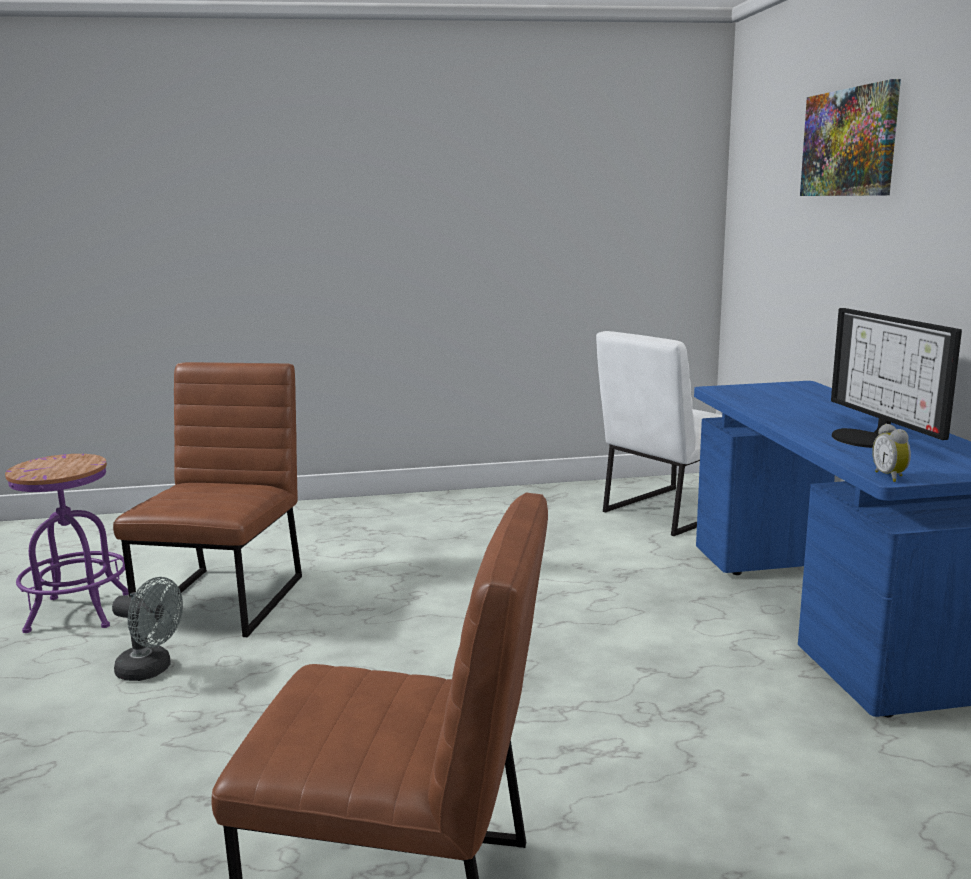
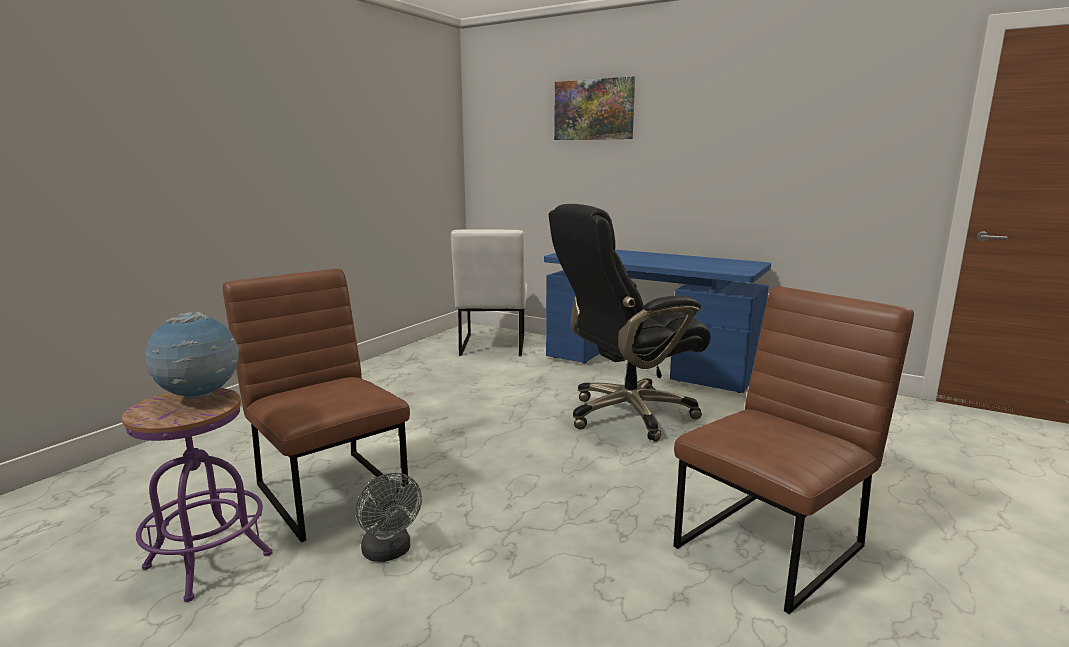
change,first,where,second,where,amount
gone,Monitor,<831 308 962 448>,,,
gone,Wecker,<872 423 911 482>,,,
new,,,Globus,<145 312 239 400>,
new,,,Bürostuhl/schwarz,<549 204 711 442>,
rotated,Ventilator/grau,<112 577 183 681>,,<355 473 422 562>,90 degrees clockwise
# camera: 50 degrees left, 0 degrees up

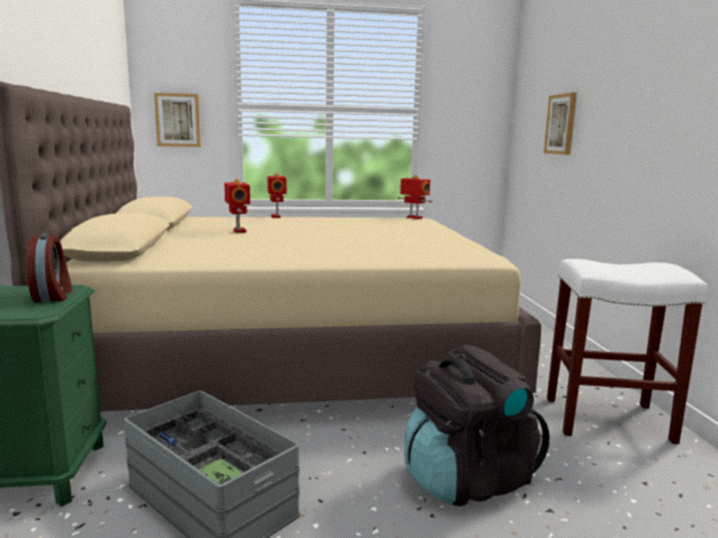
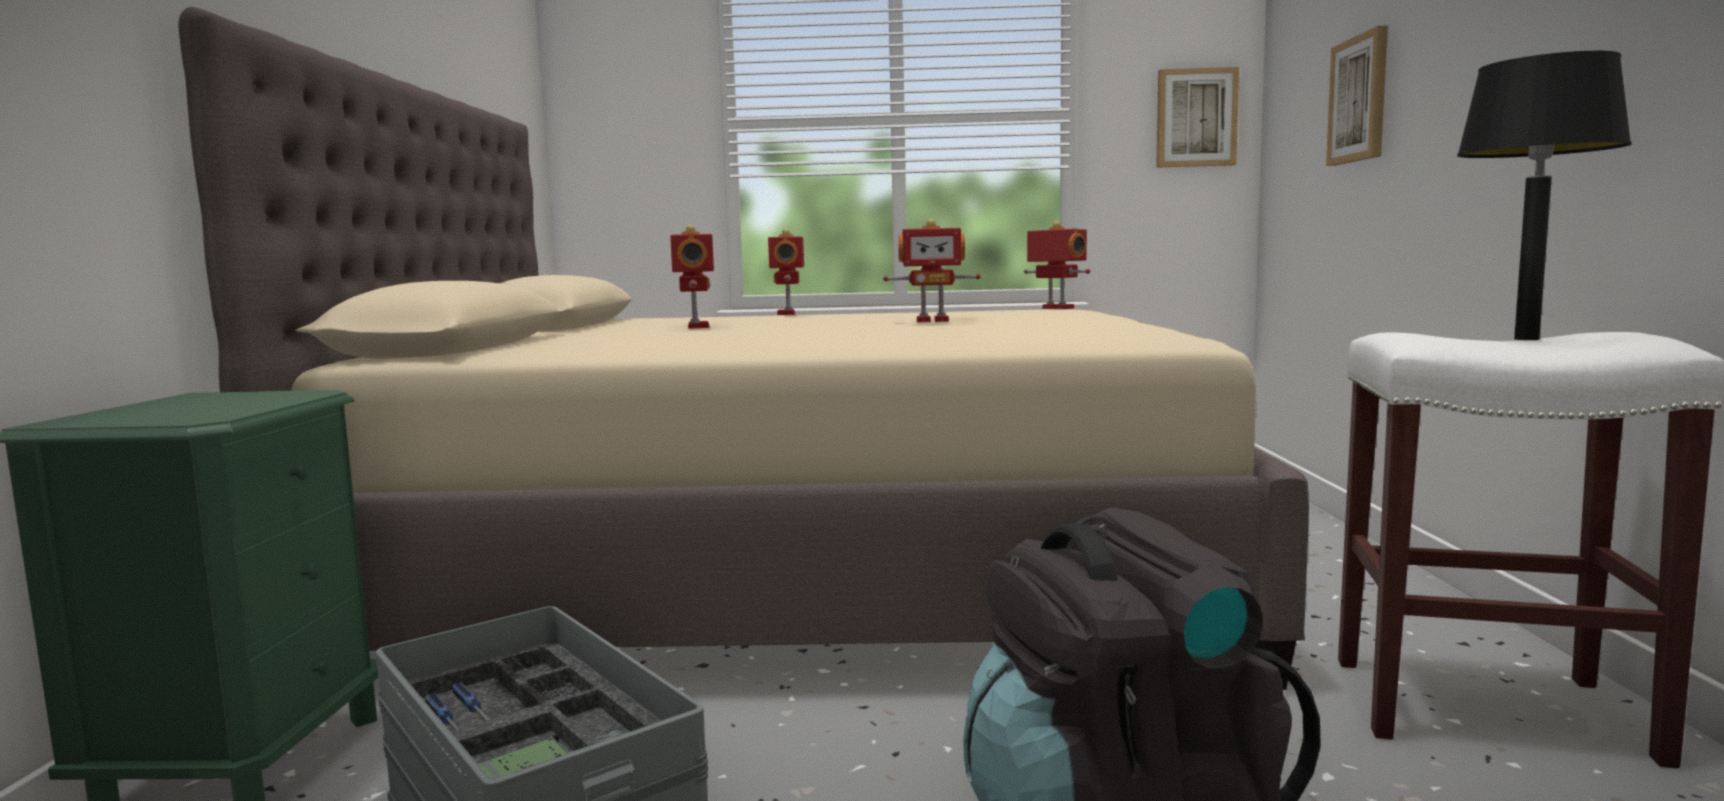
change,first,where,second,where,amount
gone,Wecker,<26 233 73 302>,,,
new,,,Spielzeugroboter,<883 219 981 322>,
new,,,Tischlampe/schwarz,<1457 51 1632 340>,
shifted,Bild,<154 93 201 147>,,<1156 67 1239 168>,
# camera: 10 degrees right, 5 degrees down

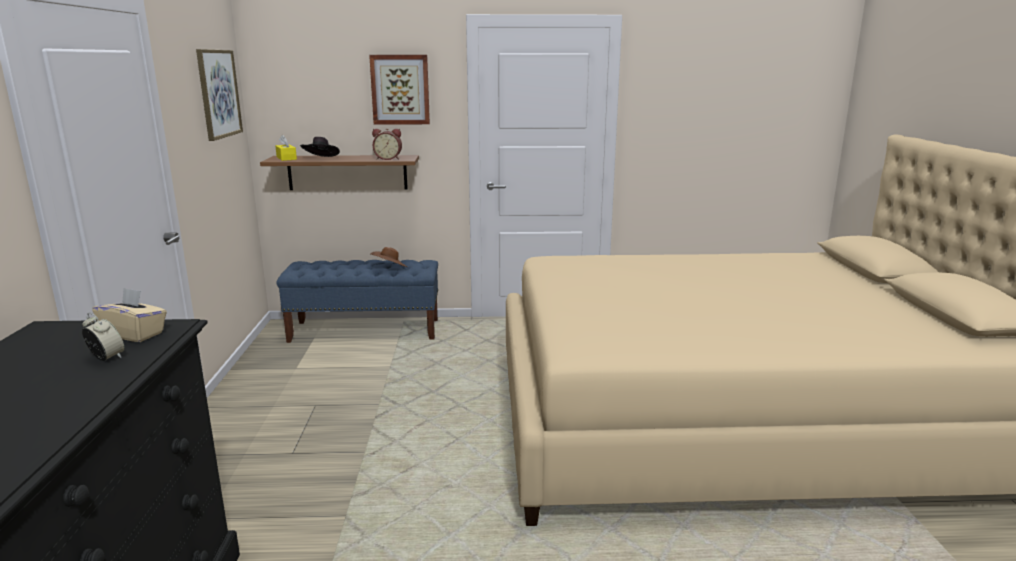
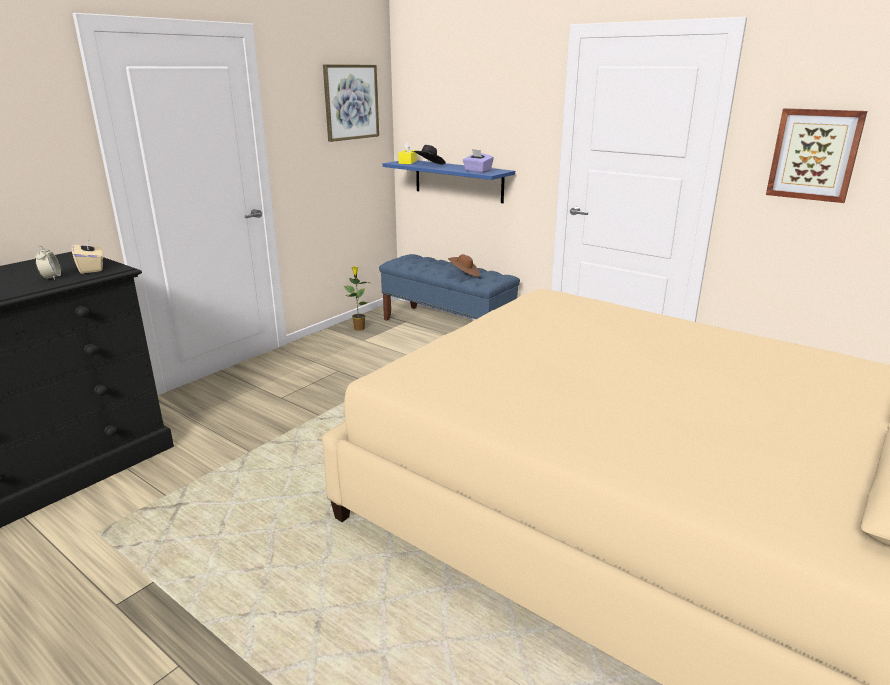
change,first,where,second,where,amount
new,,,Topfpflanze,<344 266 371 331>,
shifted,Bild,<369 55 430 125>,,<766 108 867 203>,
swapped,Wecker,<372 129 402 160>,Taschentuchbox/lila,<463 149 494 173>,
repainted,Wandregal/braun,<260 155 419 190>,Wandregal/blau,<383 160 515 203>,
# camera: 40 degrees right, 5 degrees up

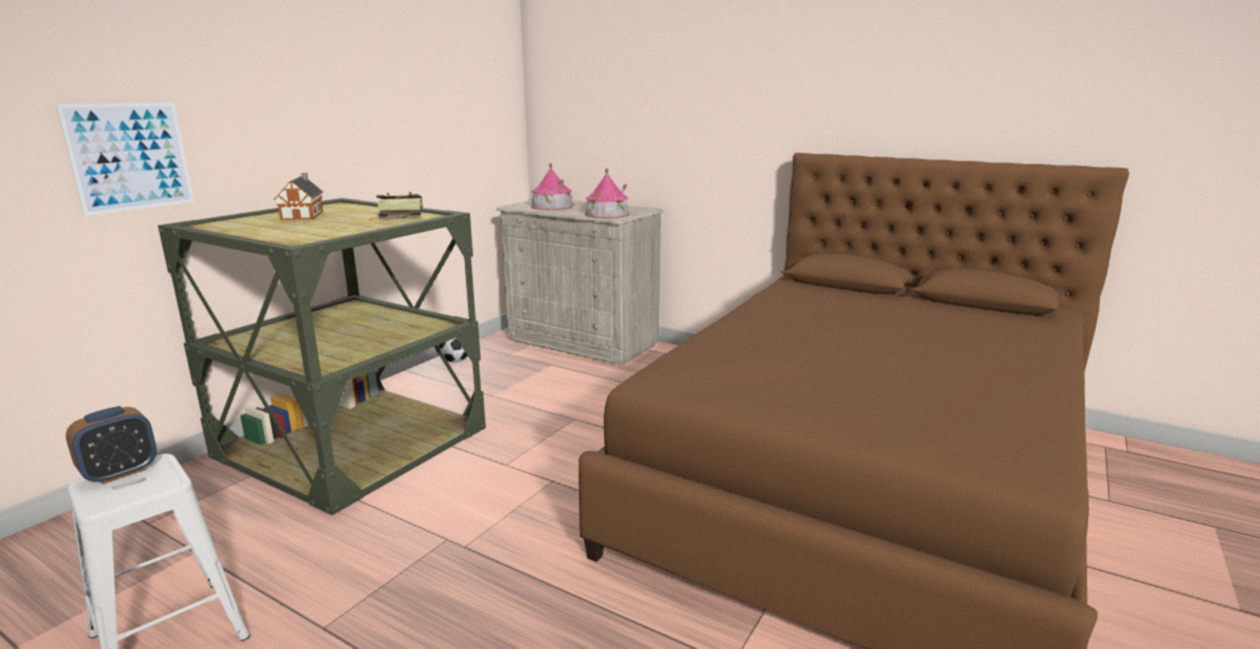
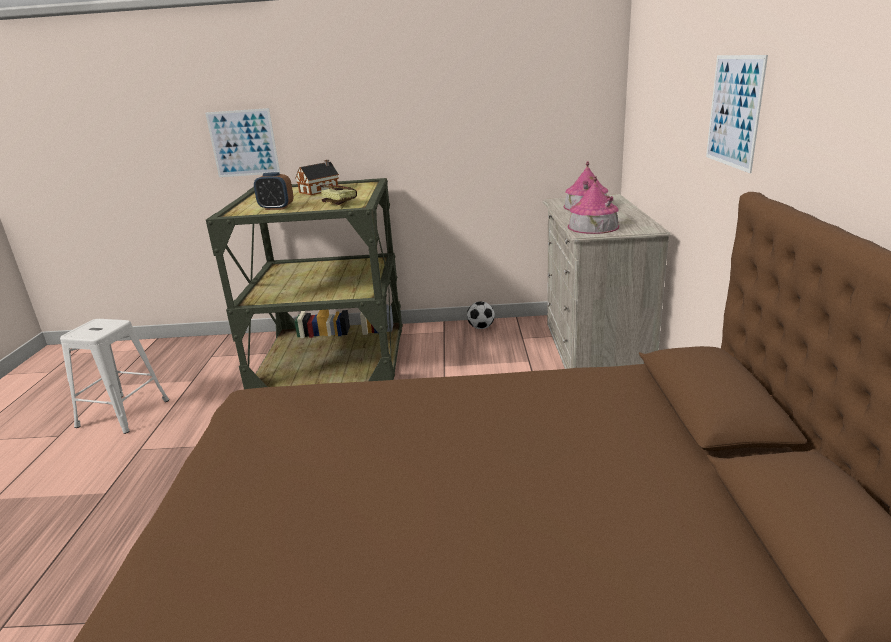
change,first,where,second,where,amount
new,,,Bild,<706 55 768 173>,
shifted,Wecker,<66 406 157 484>,,<254 172 293 210>,
# camera: 60 degrees right, 5 degrees up

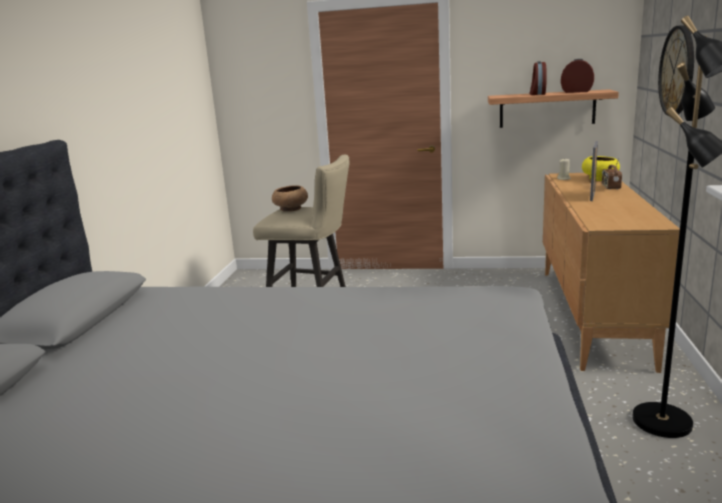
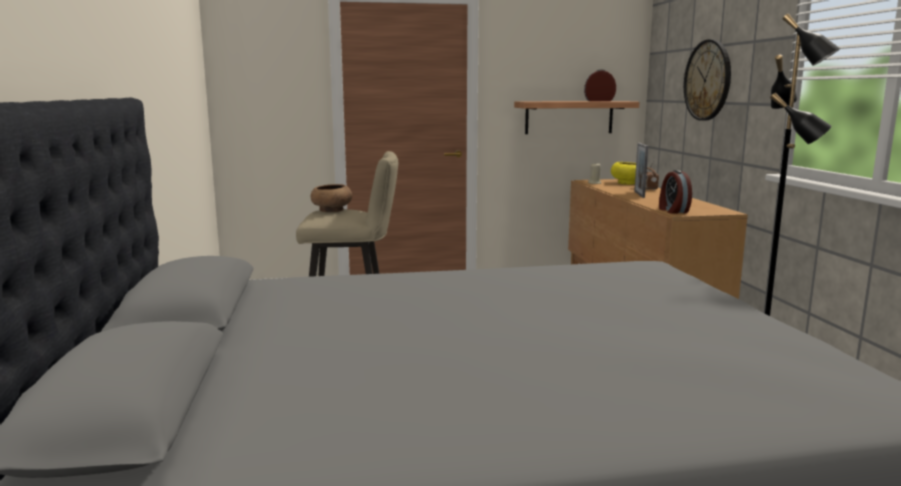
change,first,where,second,where,amount
shifted,Wecker,<529 61 547 95>,,<659 170 692 214>,
# camera: 20 degrees left, 5 degrees down

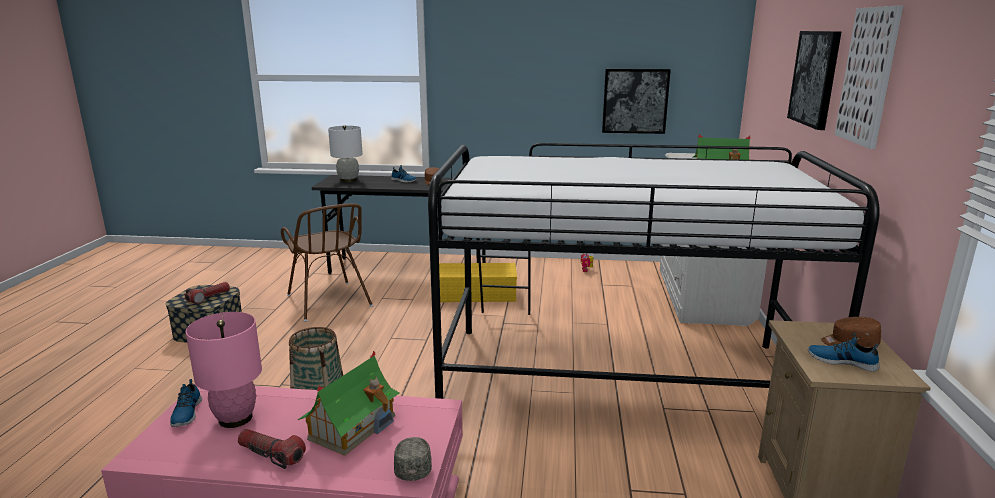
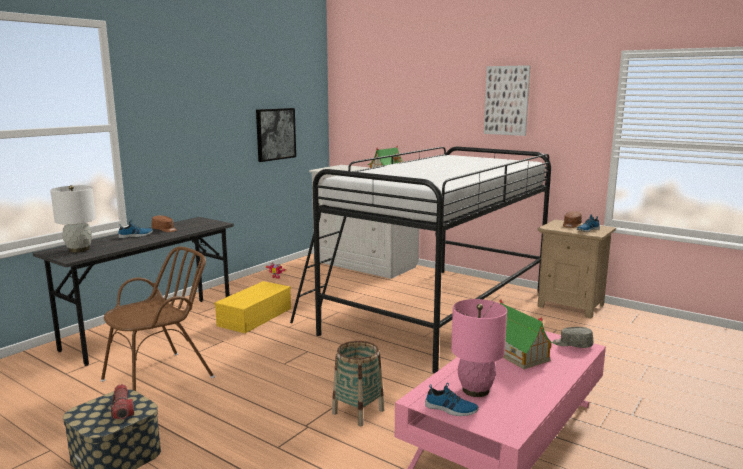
change,first,where,second,where,amount
gone,Taschenlampe,<238 429 306 469>,,,
gone,Bild,<787 31 842 130>,,,
rotated,Stuhl/braun,<281 204 373 322>,,<100 247 215 391>,45 degrees counterclockwise
# camera: 60 degrees left, 5 degrees down

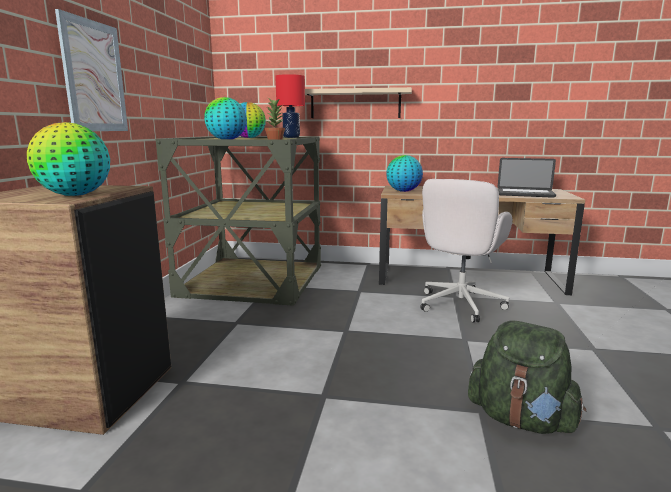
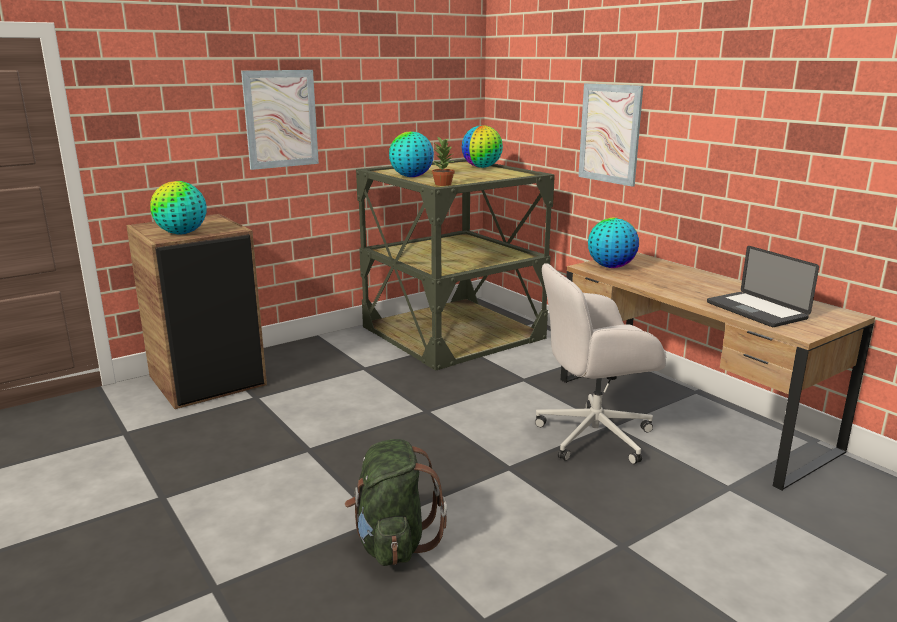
change,first,where,second,where,amount
gone,Tischlampe/rot,<275 74 305 138>,,,
swapped,Wandregal/beige,<305 87 412 118>,Bild,<578 83 643 187>,
# camera: 45 degrees right, 5 degrees up

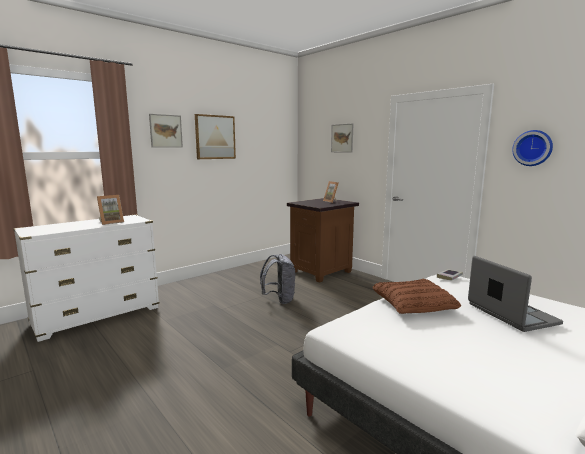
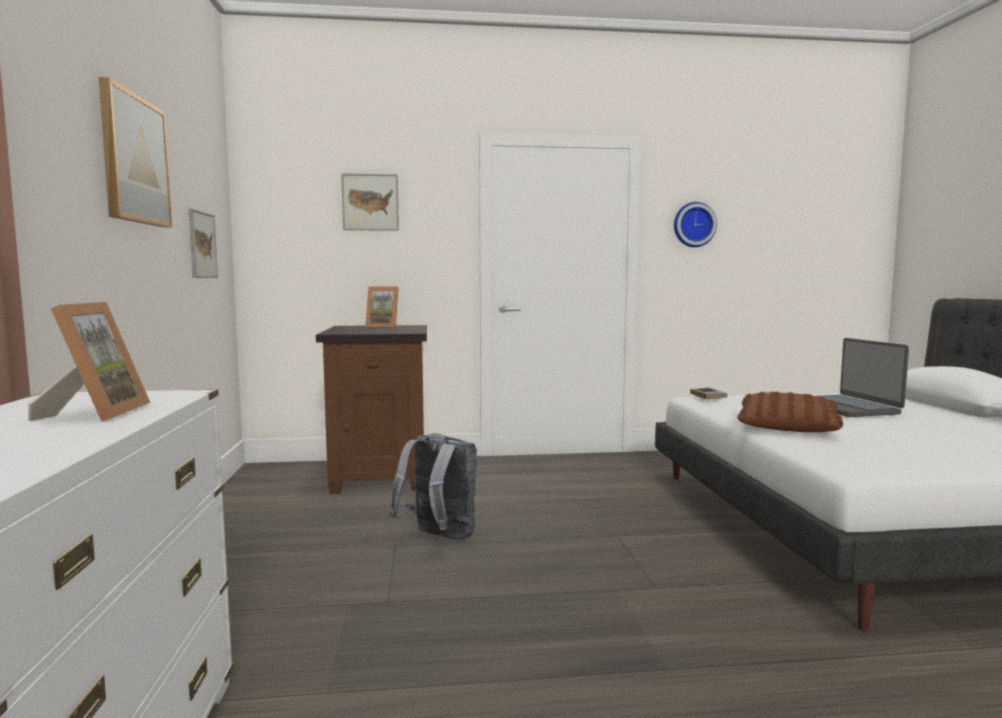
change,first,where,second,where,amount
shifted,Bild,<149 114 183 148>,,<189 209 218 278>,
rotated,Laptop,<468 256 563 332>,,<817 338 909 417>,120 degrees counterclockwise
# camera: 55 degrees left, 5 degrees down

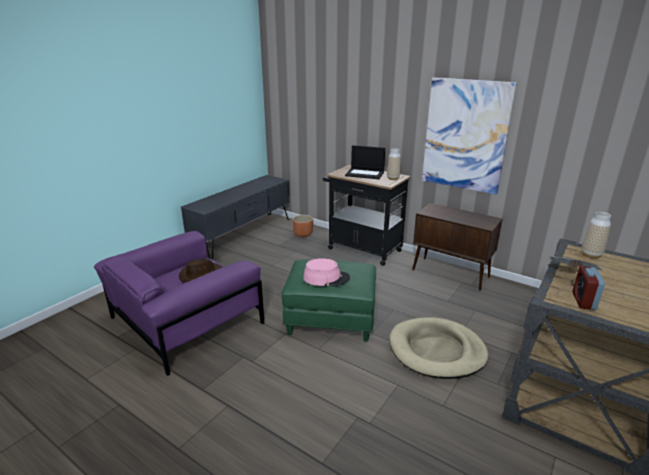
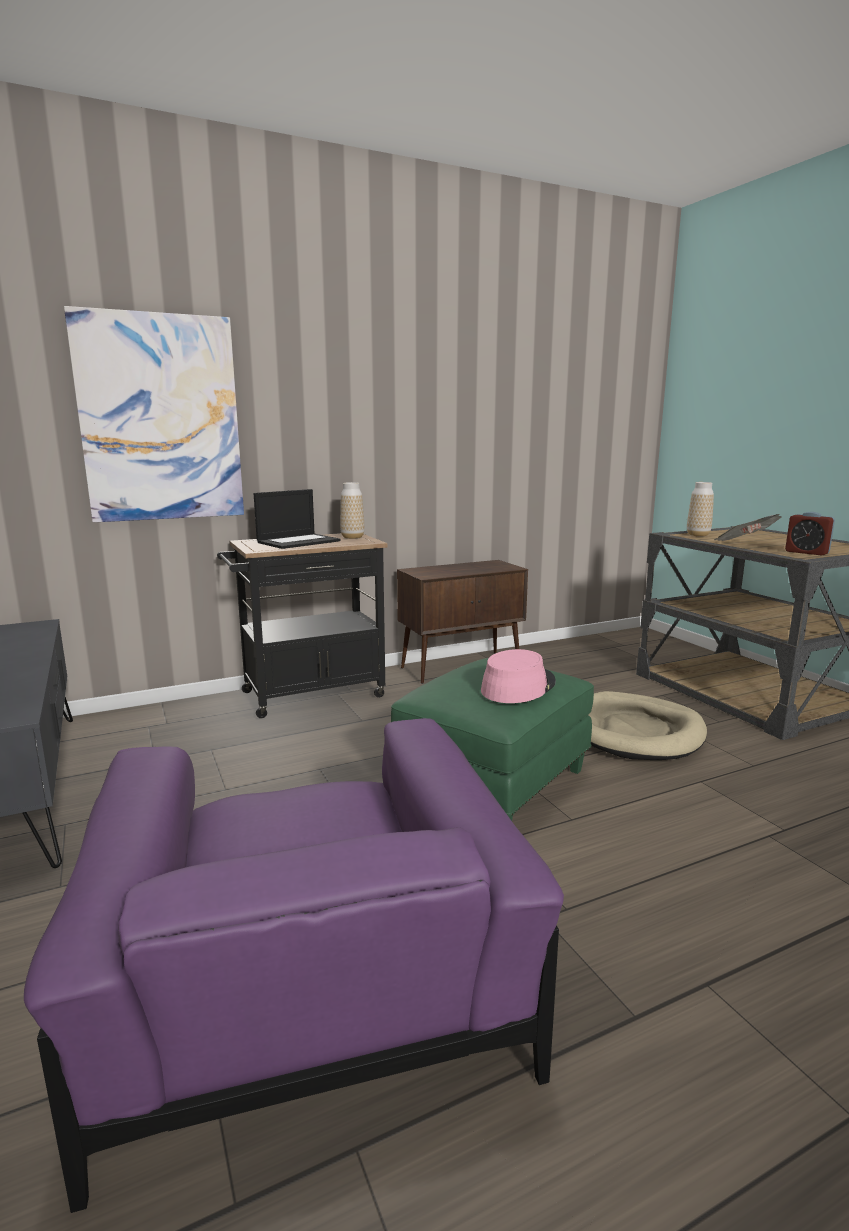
change,first,where,second,where,amount
gone,Hut/braun,<179 259 222 283>,,,
gone,Pflanzkübel/braun,<293 215 313 237>,,,
shifted,Bild,<422 77 517 194>,,<64 306 244 522>,
# camera: 60 degrees left, 10 degrees down

